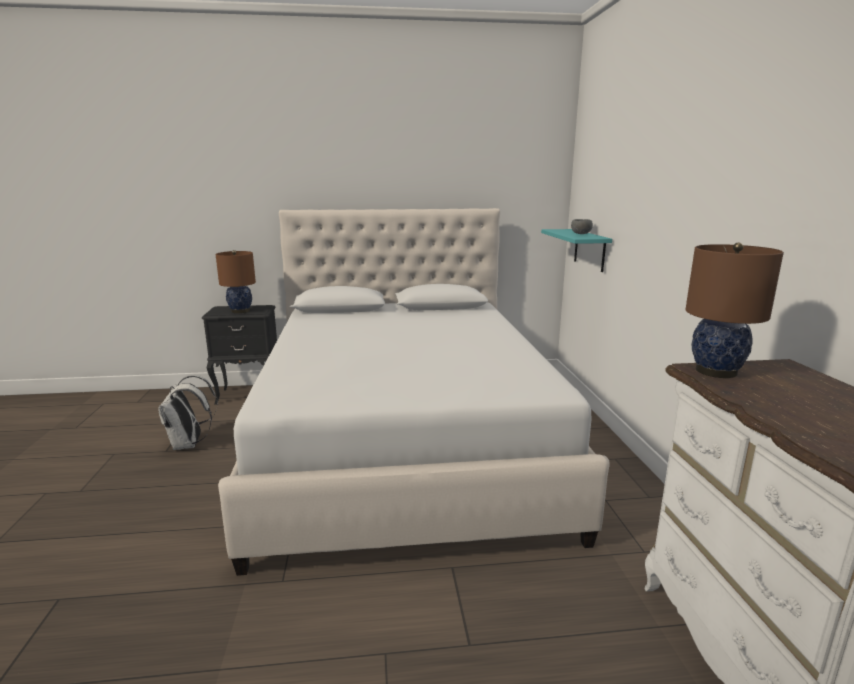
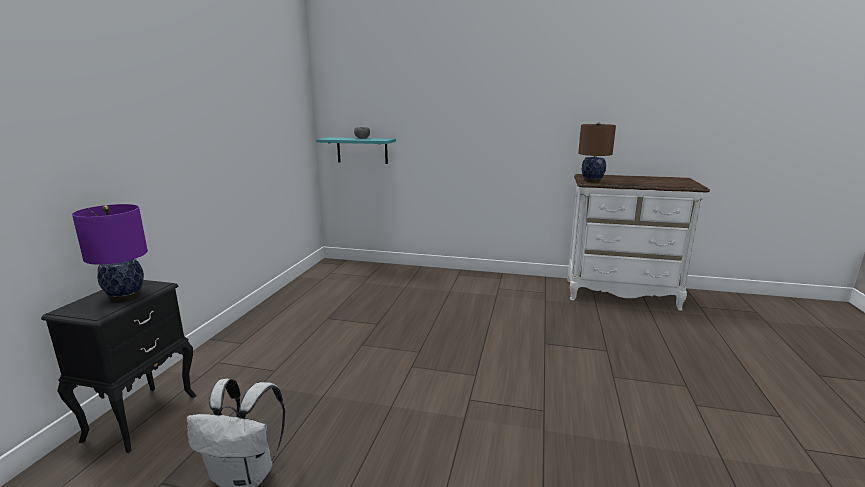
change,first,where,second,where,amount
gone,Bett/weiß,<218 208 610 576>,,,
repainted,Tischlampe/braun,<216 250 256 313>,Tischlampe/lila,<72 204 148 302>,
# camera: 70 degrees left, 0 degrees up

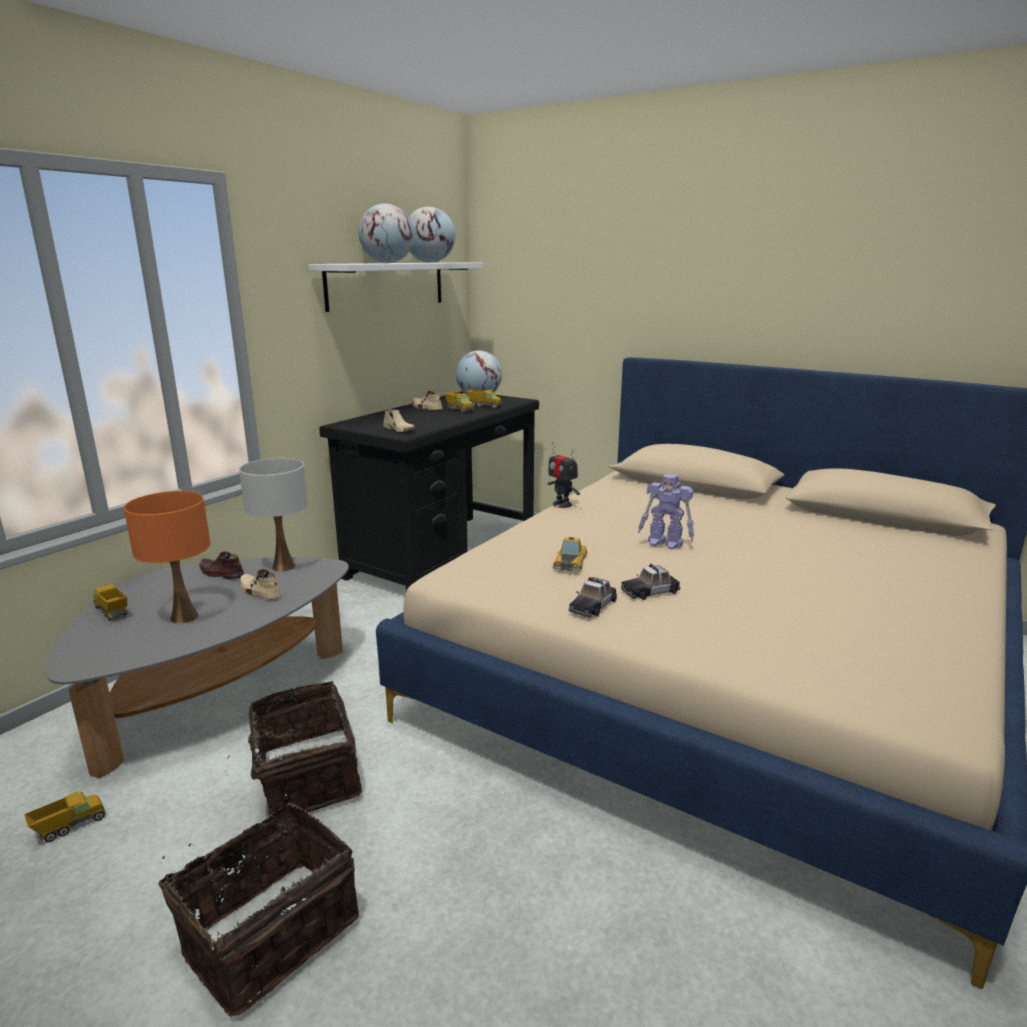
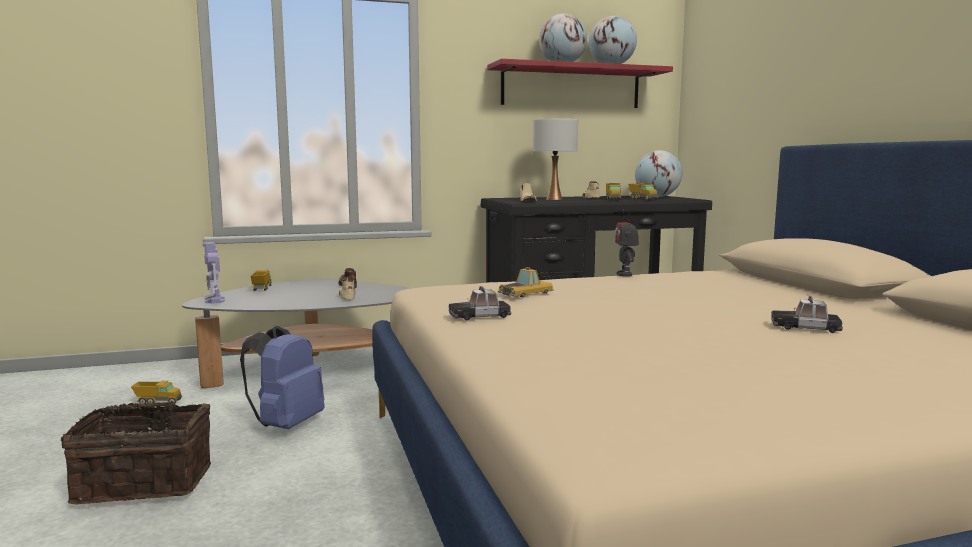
change,first,where,second,where,amount
gone,Tischlampe/orange,<124 491 210 624>,,,
shifted,Tischlampe/weiß,<239 458 308 572>,,<533 118 578 200>,
shifted,Spielzeugauto,<621 563 680 600>,,<771 296 843 333>,
shifted,Spielzeugroboter,<638 474 694 550>,,<202 242 225 304>,
swapped,Korb,<225 681 362 815>,Rucksack/blau,<240 326 324 429>,
repainted,Wandregal/weiß,<308 262 483 312>,Wandregal/rot,<487 59 673 108>,
# camera: 40 degrees right, 10 degrees down

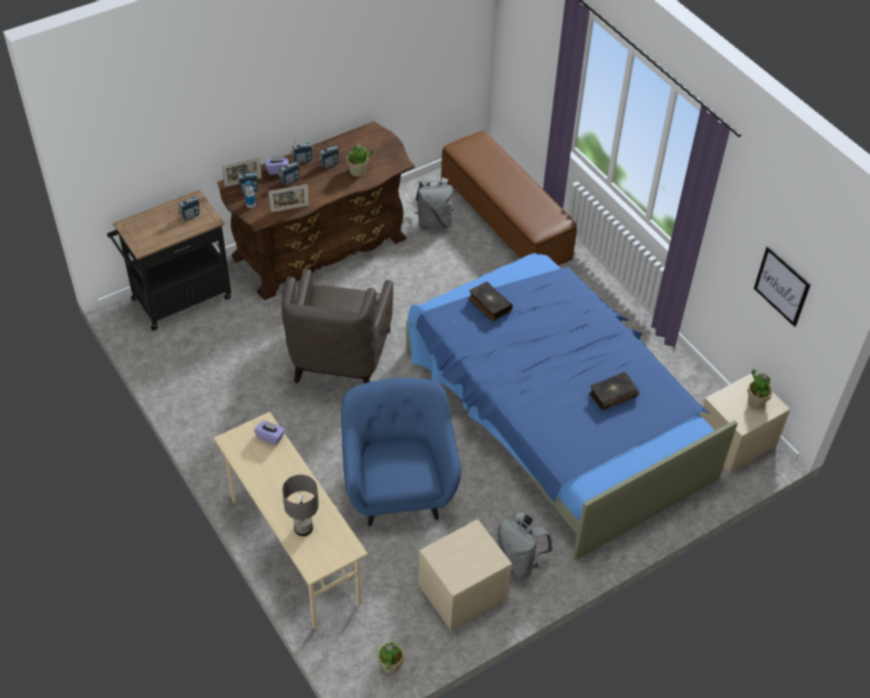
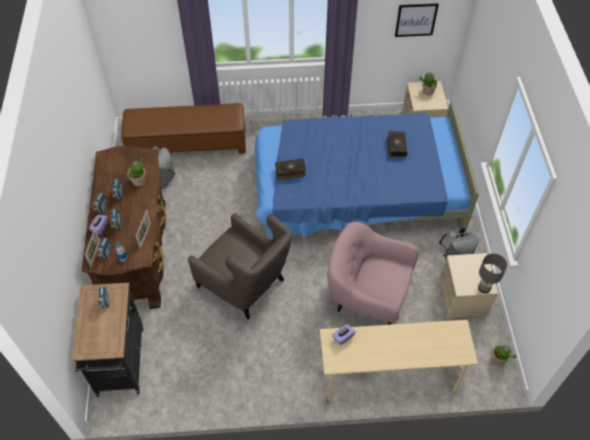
change,first,where,second,where,amount
shifted,Tischlampe/grau,<282 475 319 536>,,<478 253 507 293>,
repainted,Sessel/blau,<341 378 461 527>,Sessel/rosa,<327 222 419 325>,
# camera: 60 degrees left, 5 degrees up

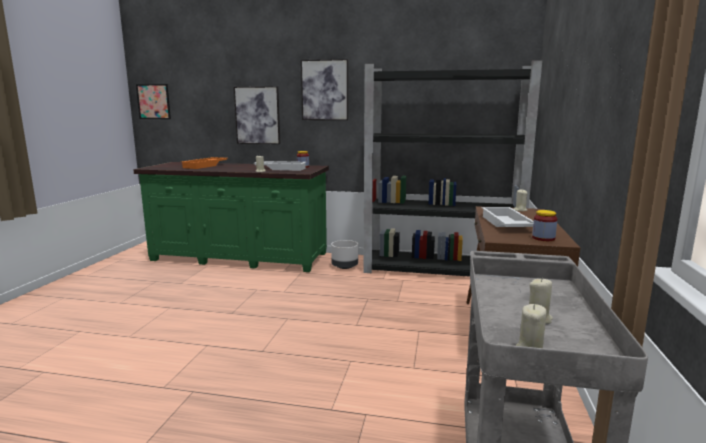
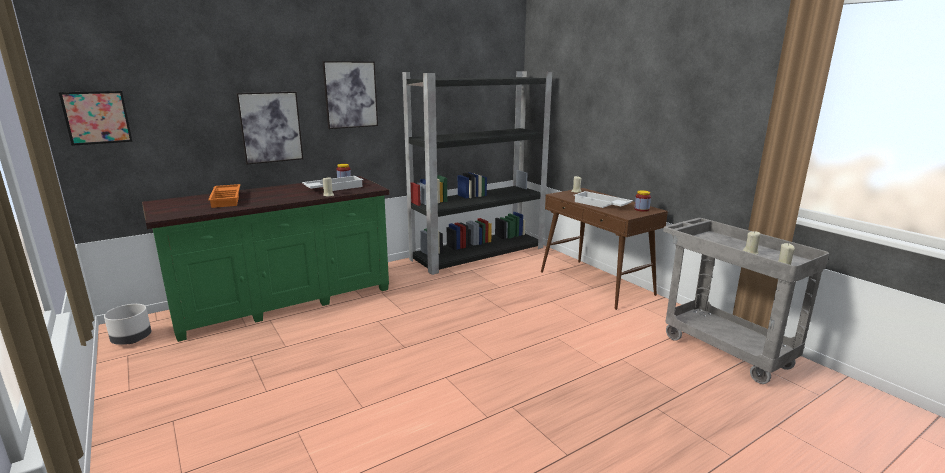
change,first,where,second,where,amount
shifted,Pflanzkübel/grau,<331 240 358 269>,,<104 304 151 345>,
# camera: 45 degrees left, 5 degrees up

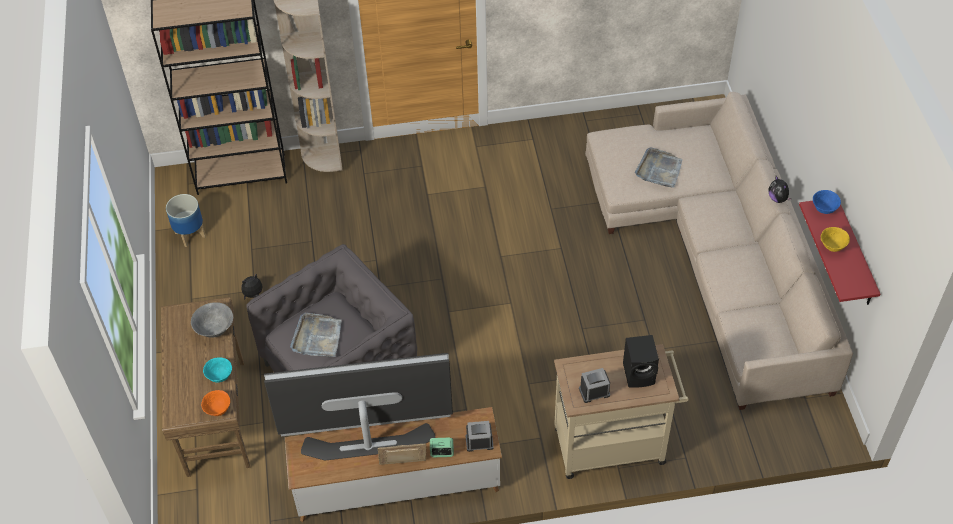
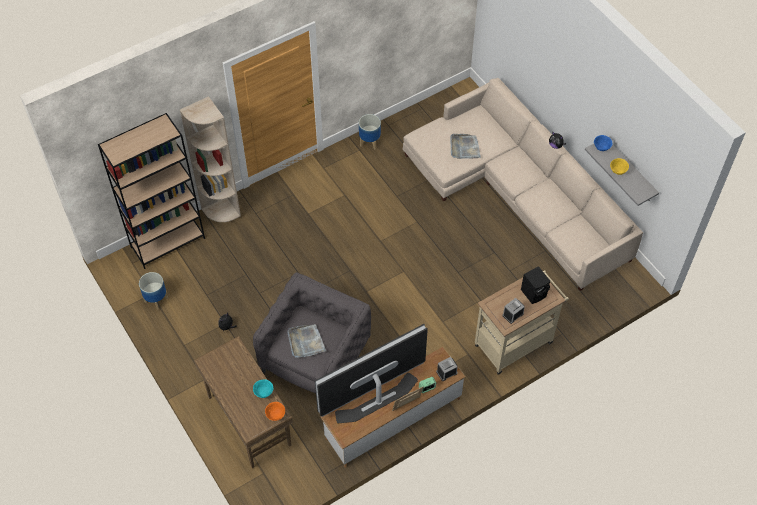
change,first,where,second,where,amount
gone,Schüssel/grau,<191 302 233 338>,,,
new,,,Pflanzkübel,<359 114 381 150>,
repainted,Wandregal/rot,<799 201 880 305>,Wandregal/grau,<585 144 659 206>,
# camera: 25 degrees left, 5 degrees up

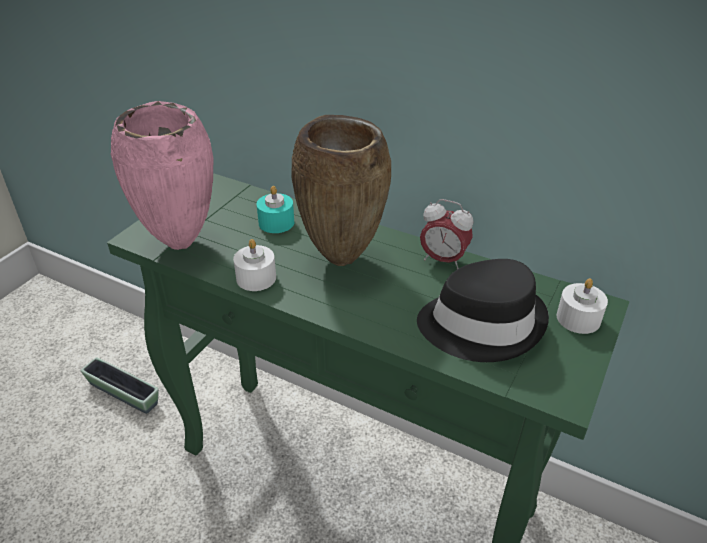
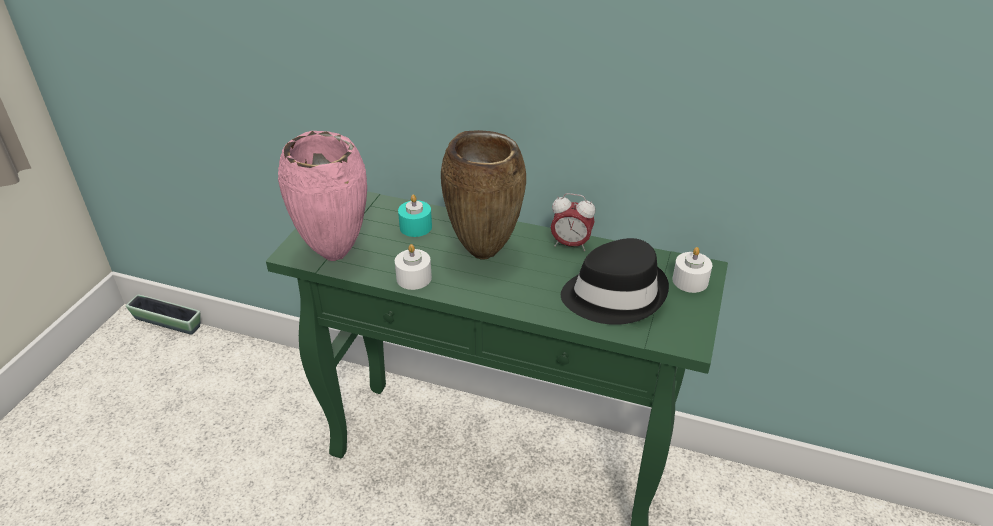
change,first,where,second,where,amount
shifted,Pflanzkübel,<81 357 159 414>,,<126 294 200 335>,
# camera: 10 degrees left, 0 degrees up

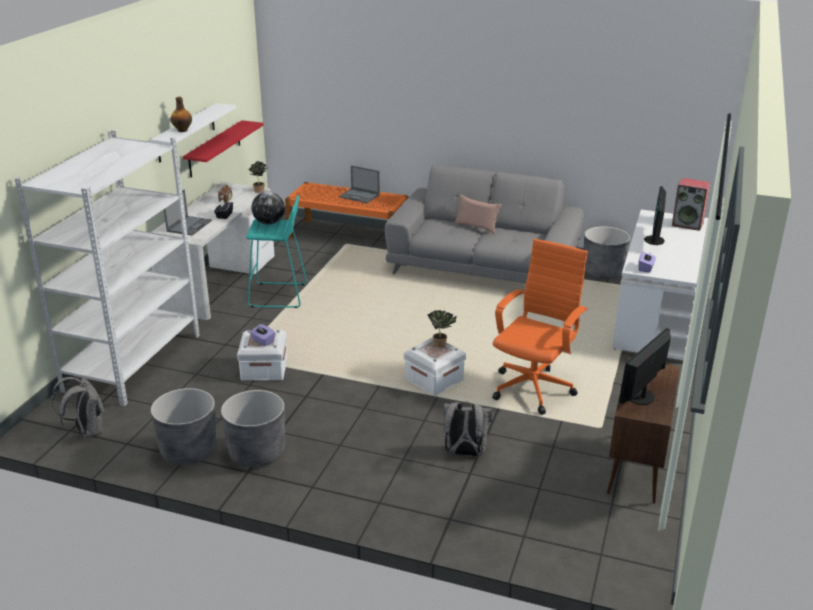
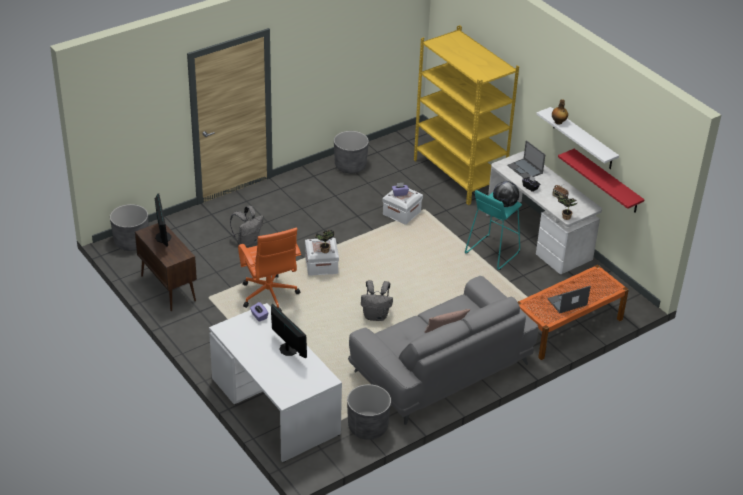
change,first,where,second,where,amount
gone,Lautsprecher,<672 178 710 231>,,,
shifted,Rucksack/grau,<52 377 104 438>,,<361 280 393 321>,
shifted,Pflanzkübel/grau,<221 390 285 467>,,<110 204 149 251>,
repainted,Bücherregal/weiß,<15 130 200 406>,Bücherregal/gelb,<414 25 519 205>,
# camera: 125 degrees right, 10 degrees up

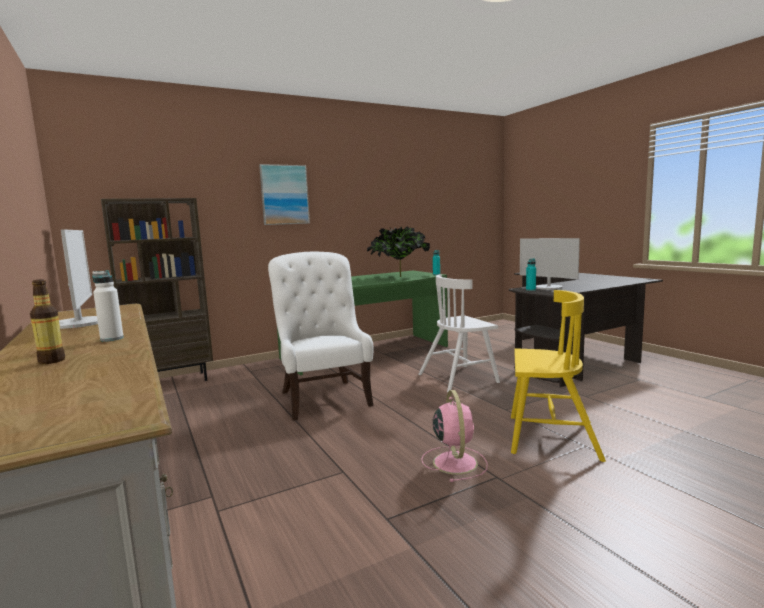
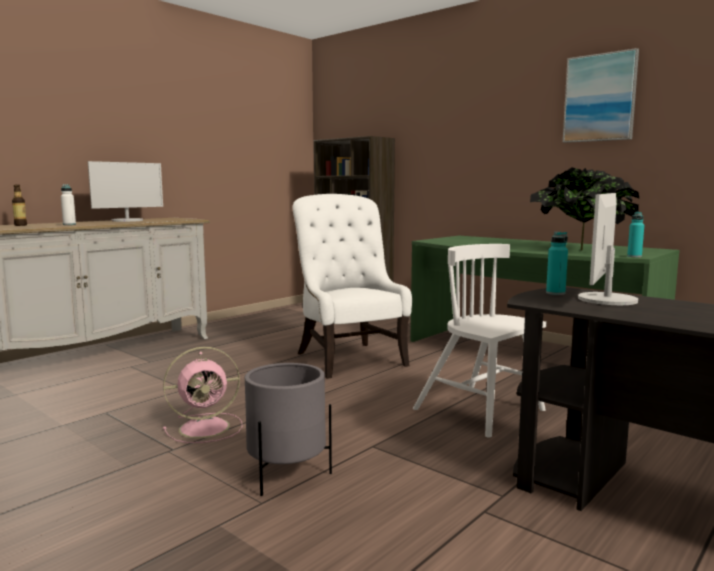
change,first,where,second,where,amount
shifted,Bild,<259 164 310 225>,,<563 48 639 143>,
swapped,Stuhl/gelb,<511 290 606 462>,Pflanzkübel/grau,<245 363 332 496>,
rotated,Stuhl/weiß,<268 252 374 421>,,<293 194 412 379>,75 degrees counterclockwise
# camera: 70 degrees right, 0 degrees up

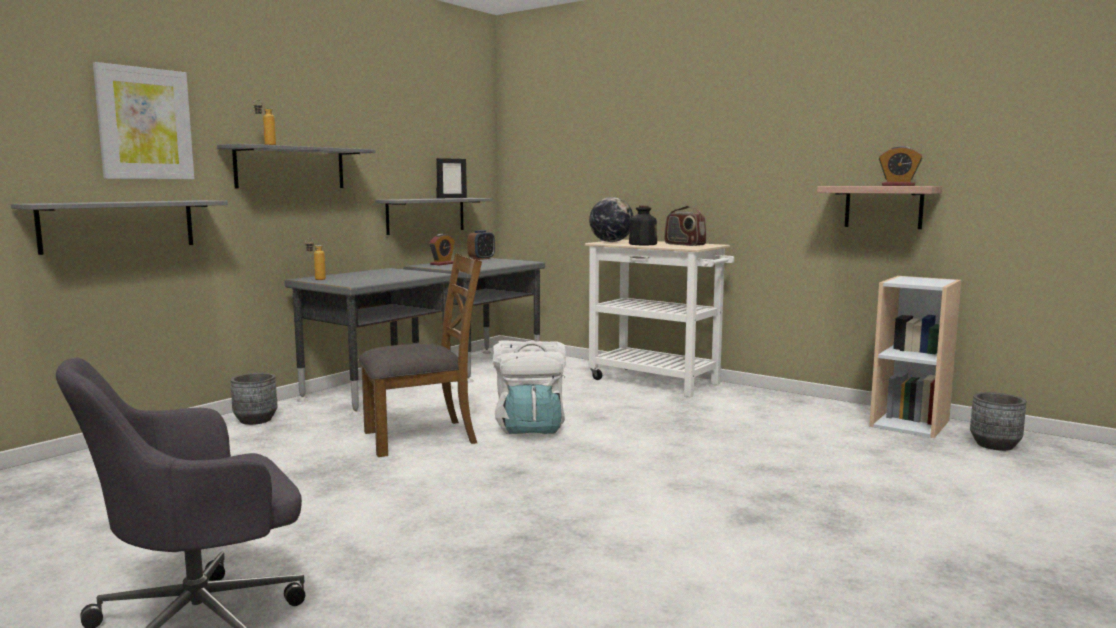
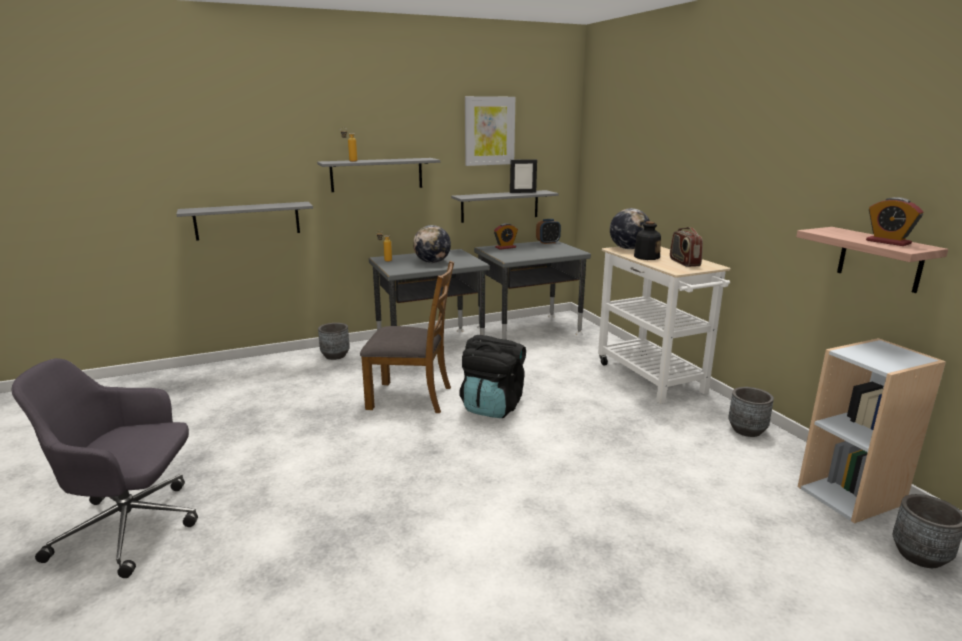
change,first,where,second,where,amount
new,,,Globus,<413 225 451 263>,
new,,,Pflanzkübel/grau,<728 387 774 437>,
shifted,Bild,<93 62 194 179>,,<465 96 515 166>,
repainted,Rucksack/weiß,<493 341 566 434>,Rucksack/schwarz,<459 335 526 418>,
# camera: 30 degrees right, 10 degrees up

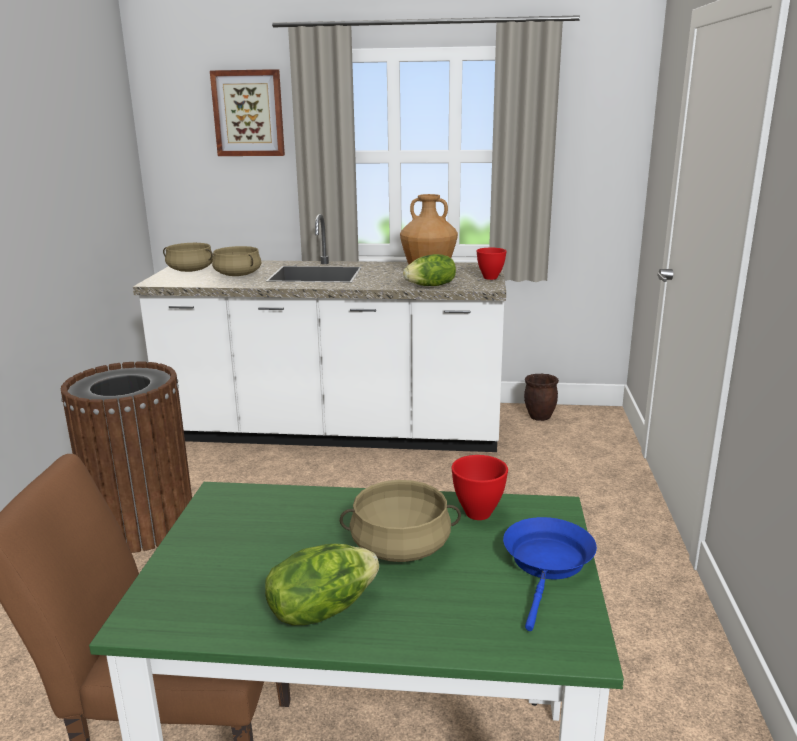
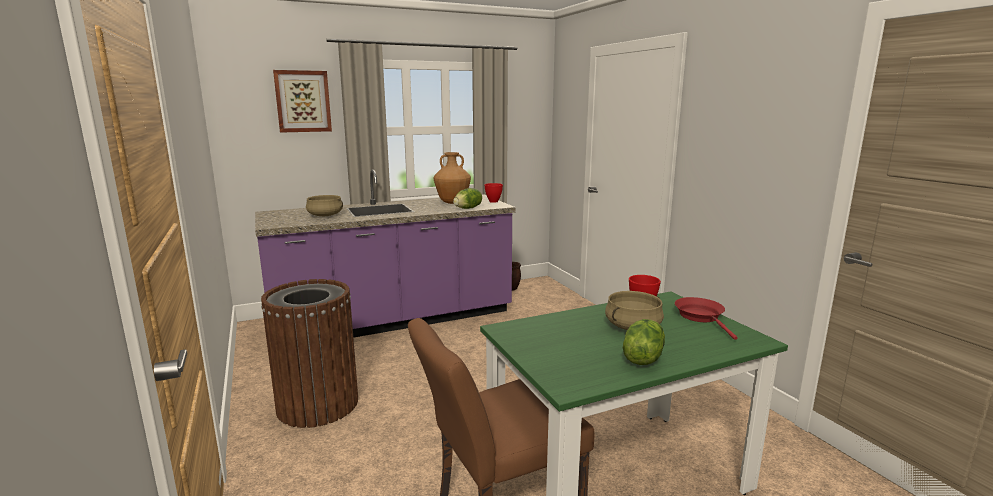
change,first,where,second,where,amount
gone,Kochtopf/beige,<163 243 213 272>,,,
repainted,Küchenzeile/weiß,<133 214 506 452>,Küchenzeile/lila,<255 169 516 338>,
repainted,Pfanne/blau,<503 517 597 631>,Pfanne/rot,<675 297 738 340>,
# camera: 30 degrees left, 5 degrees down

